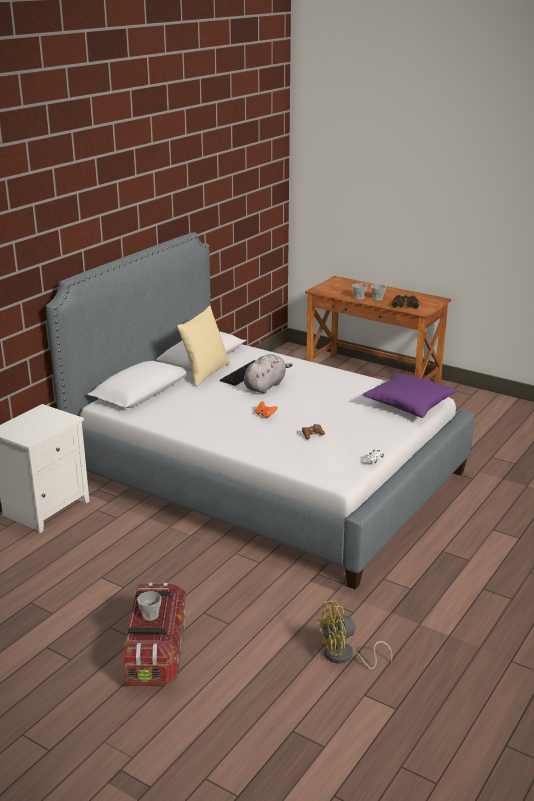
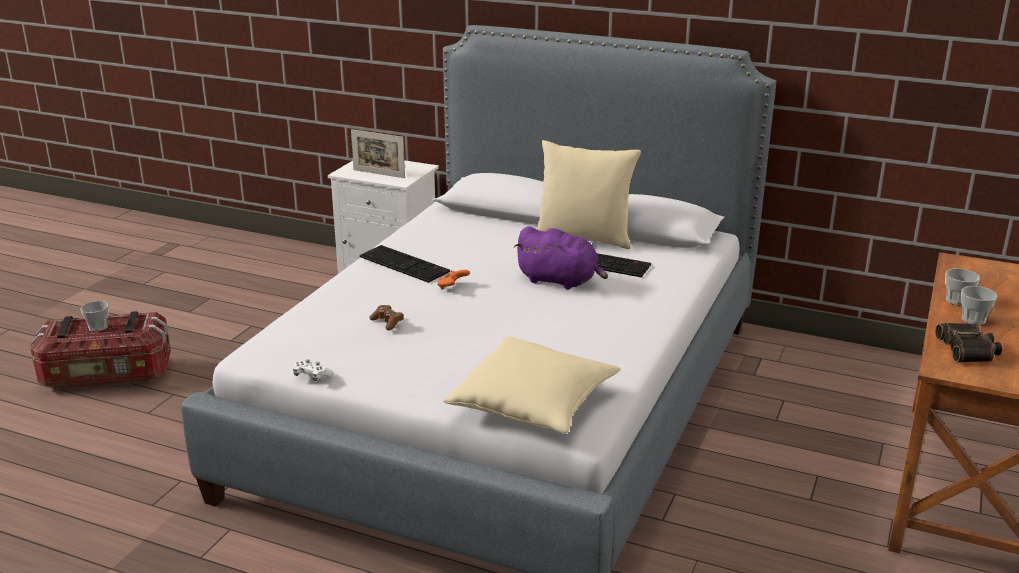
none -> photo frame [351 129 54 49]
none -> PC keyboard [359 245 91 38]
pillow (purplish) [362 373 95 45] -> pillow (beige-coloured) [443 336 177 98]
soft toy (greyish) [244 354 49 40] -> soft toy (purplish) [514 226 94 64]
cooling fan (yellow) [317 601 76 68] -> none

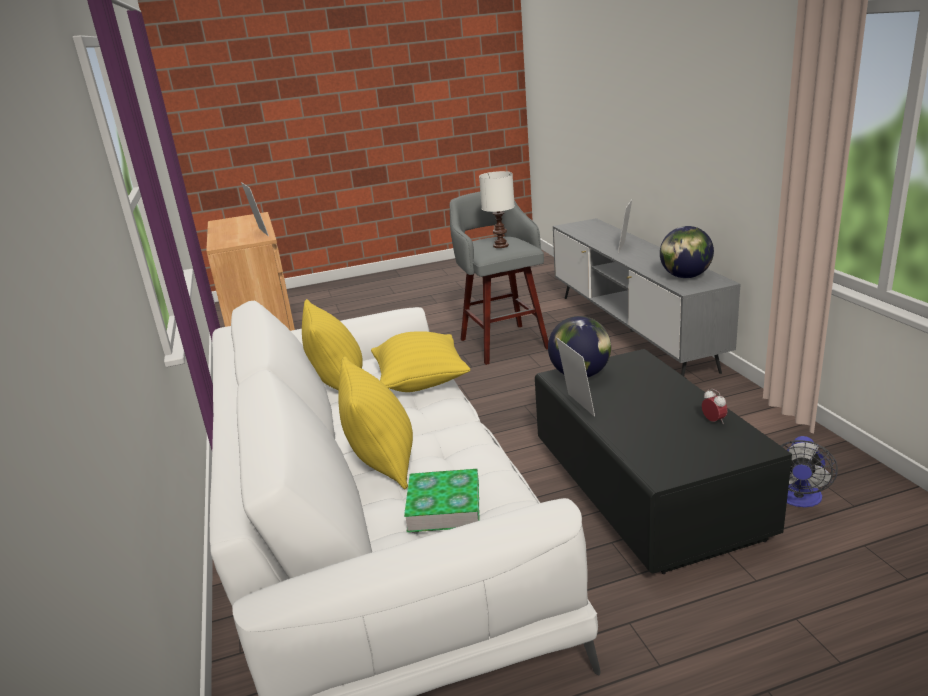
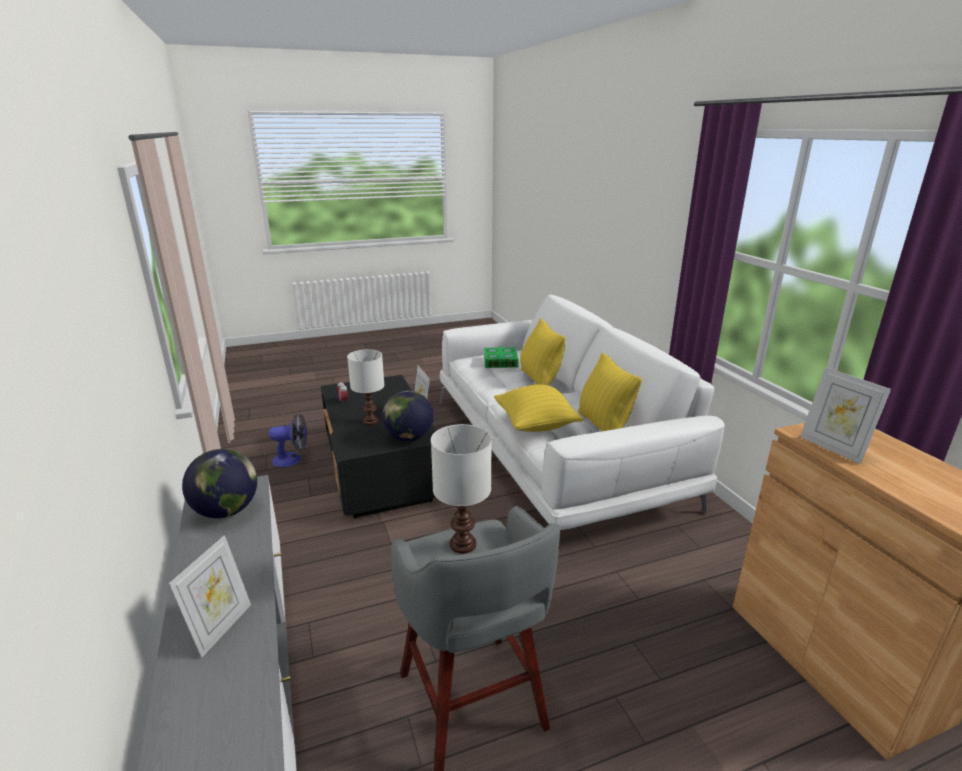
cooling fan [780 436 58 71] -> cooling fan [269 413 38 54], 60 degrees clockwise
none -> table lamp (white-coloured) [347 349 37 77]

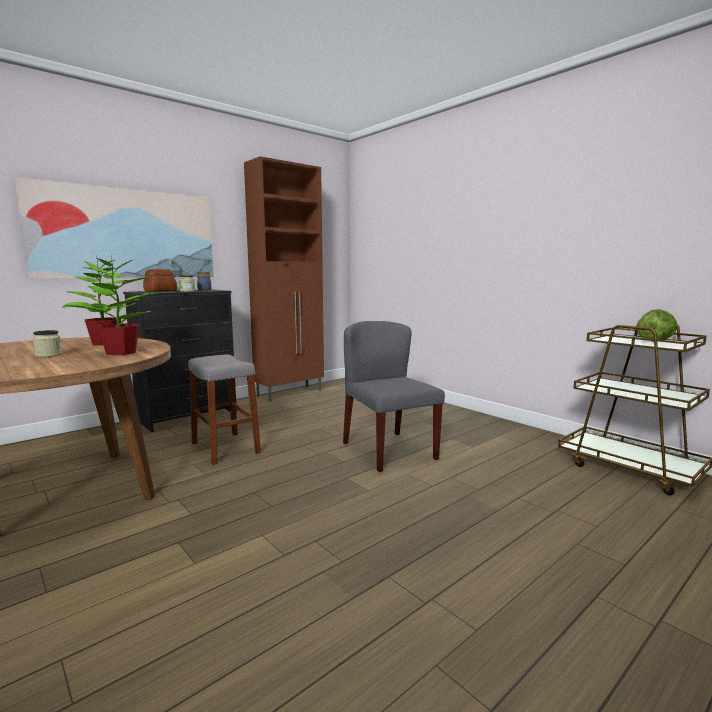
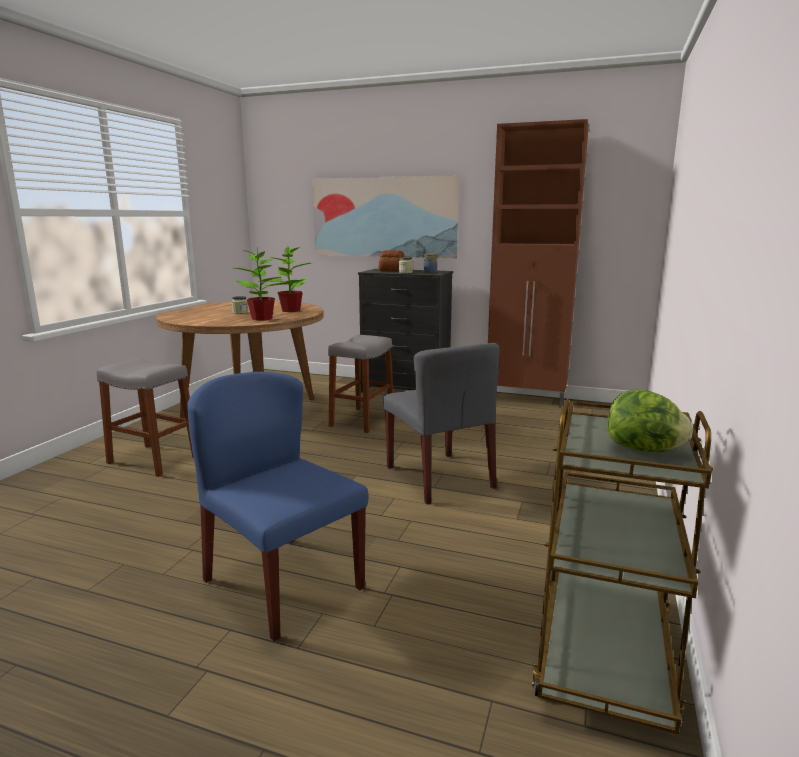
none -> stool seat (greyish) [97 359 97 118]
none -> plain chair (blue) [187 372 182 270]
plain chair (greyish) [343 321 102 151] -> plain chair (greyish) [383 343 116 161], 120 degrees clockwise

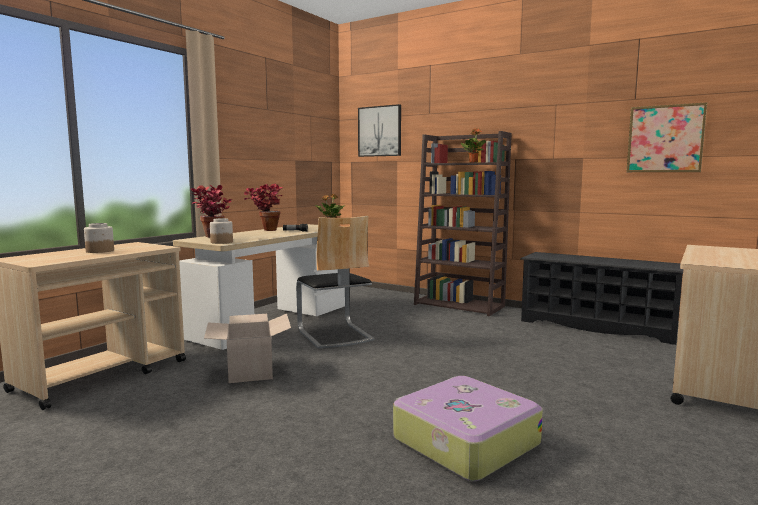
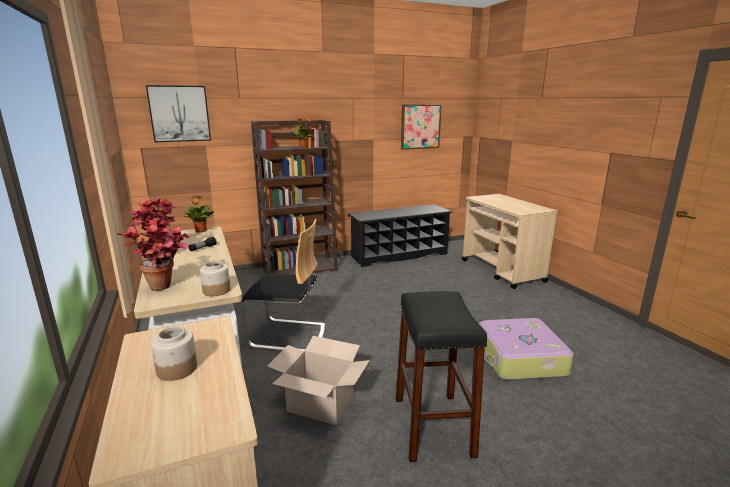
none -> stool seat (black-coloured) [396 291 91 171]

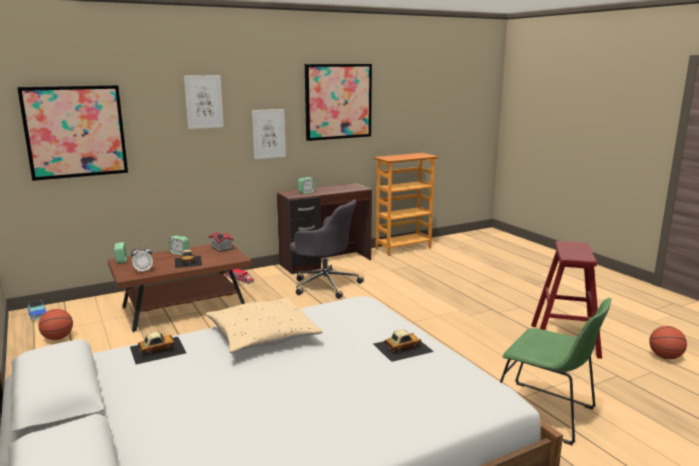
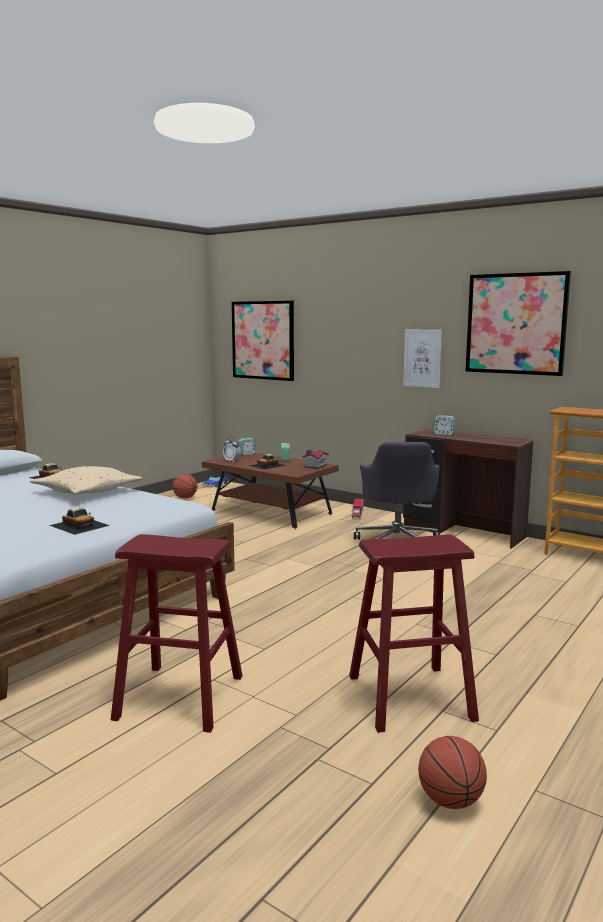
plain chair (green) [500 298 111 147] -> stool seat (red-coloured) [111 534 131 199]
wall picture [184 75 40 54] -> none

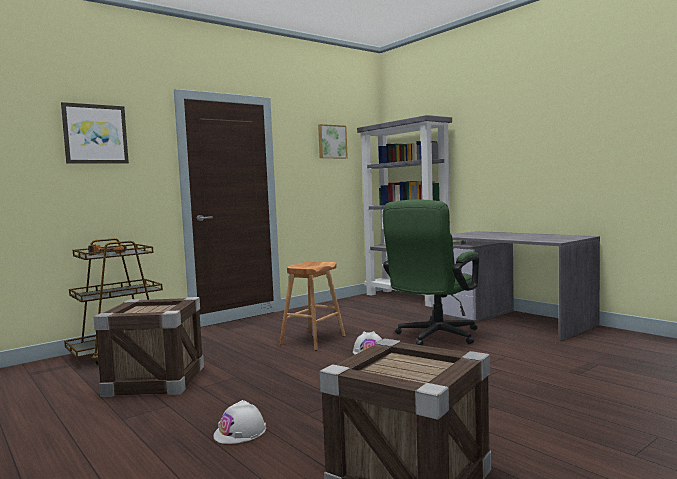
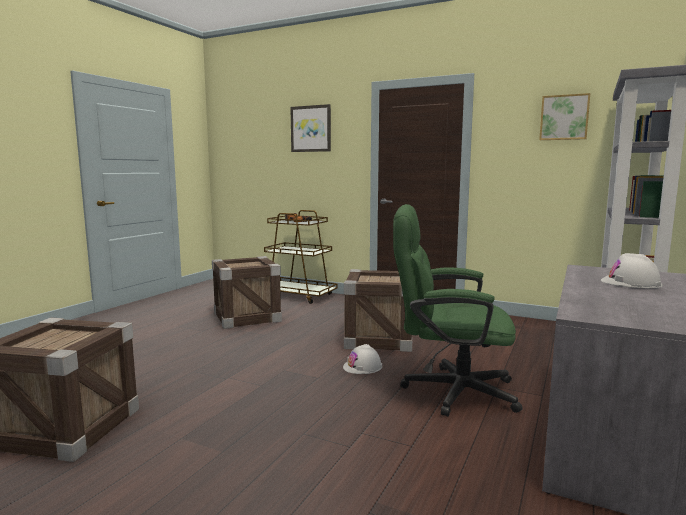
stool seat (brown) [279 261 66 89] -> crate [344 269 68 83]
safety helmet (white-coloured) [214 400 52 44] -> safety helmet (white-coloured) [601 253 62 35], shifted

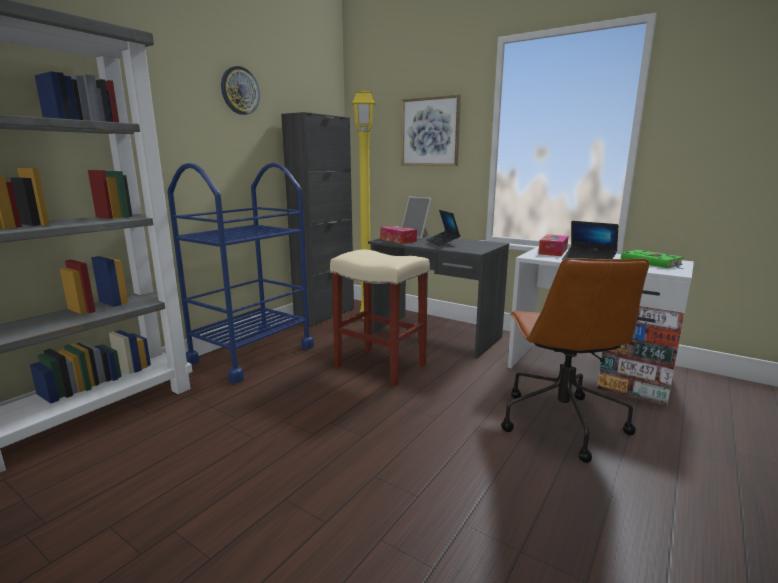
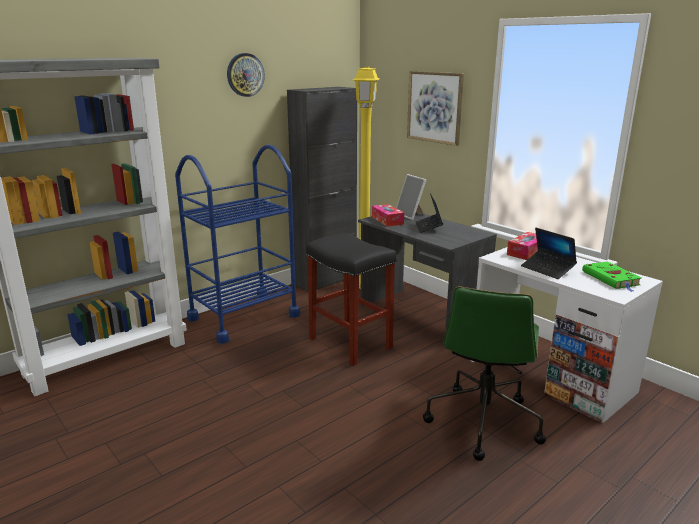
stool seat (beige-coloured) [330 250 100 137] -> stool seat (black-coloured) [306 233 91 133]
desk chair (brown) [501 258 148 205] -> desk chair (green) [423 286 123 175]

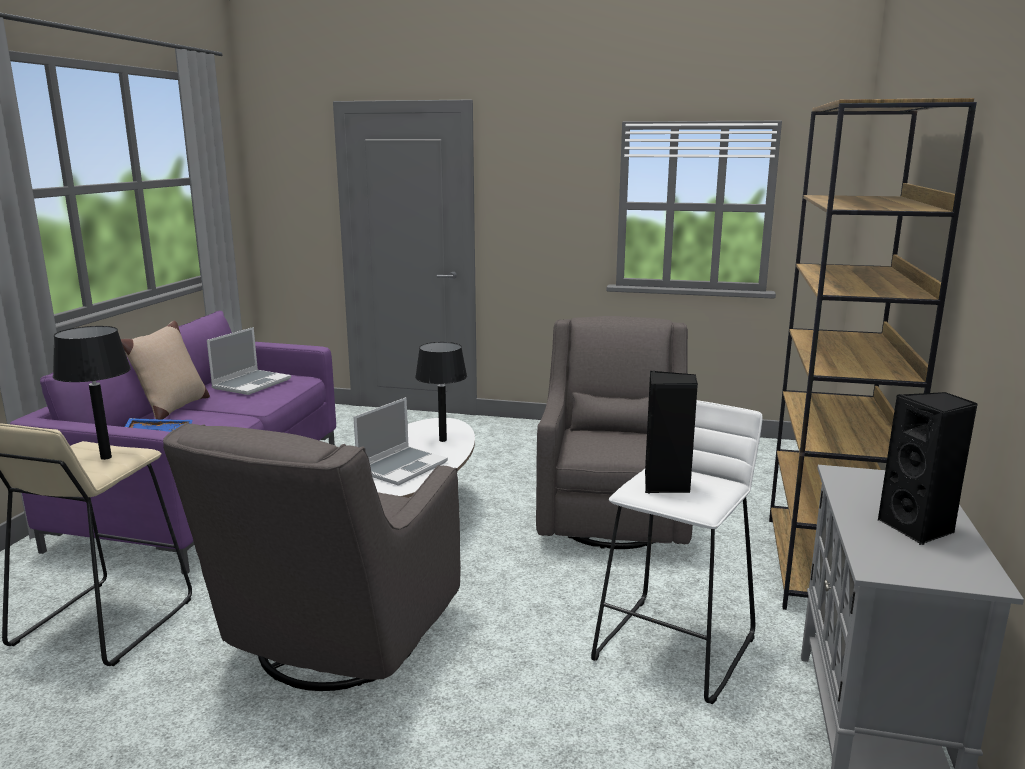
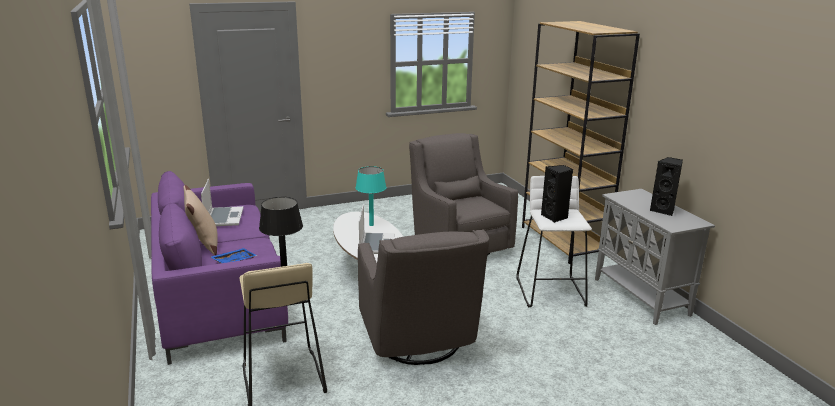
table lamp (black-coloured) [415 342 52 100] -> table lamp (turquoise) [355 166 32 60]

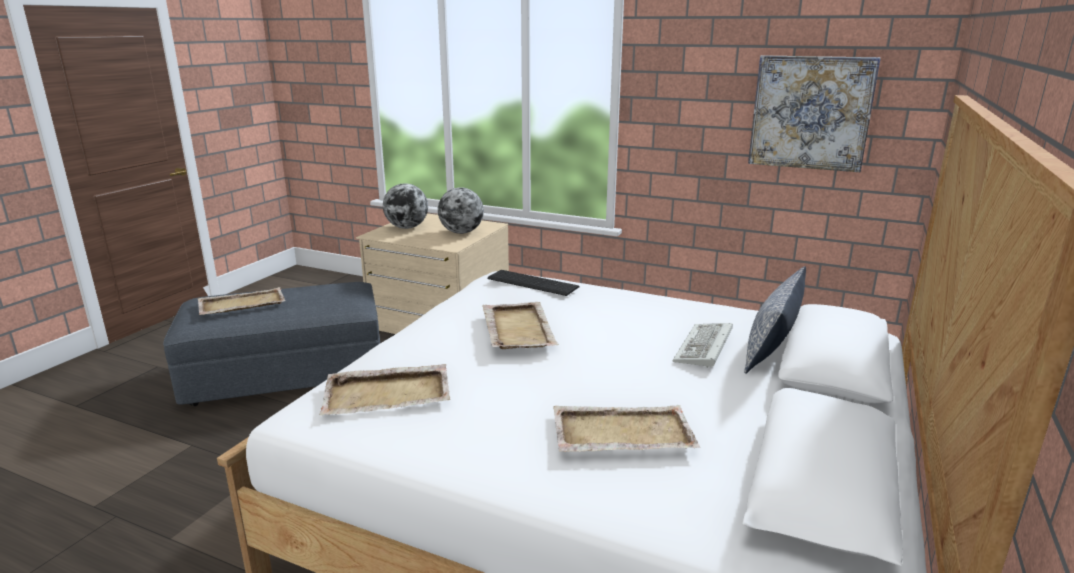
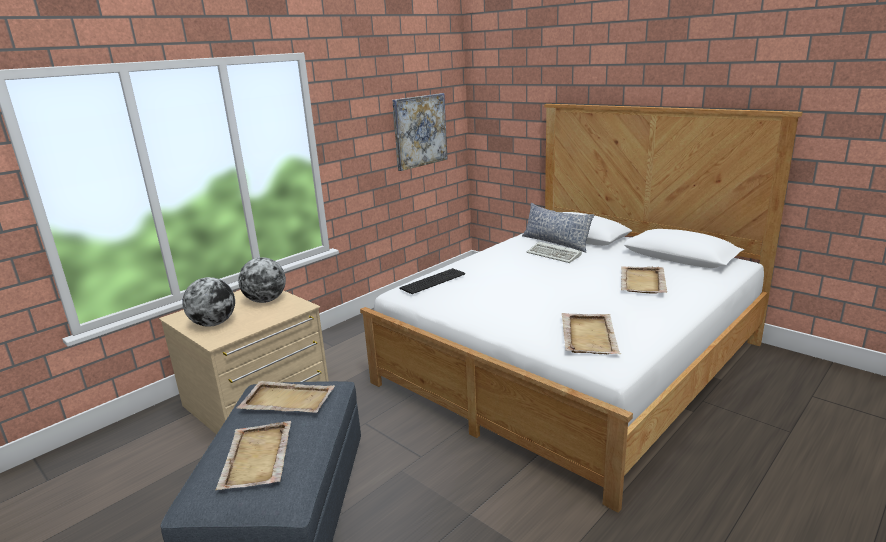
carrying tray (beige-coloured) [482 302 77 47] -> carrying tray (beige-coloured) [237 381 98 32], shifted

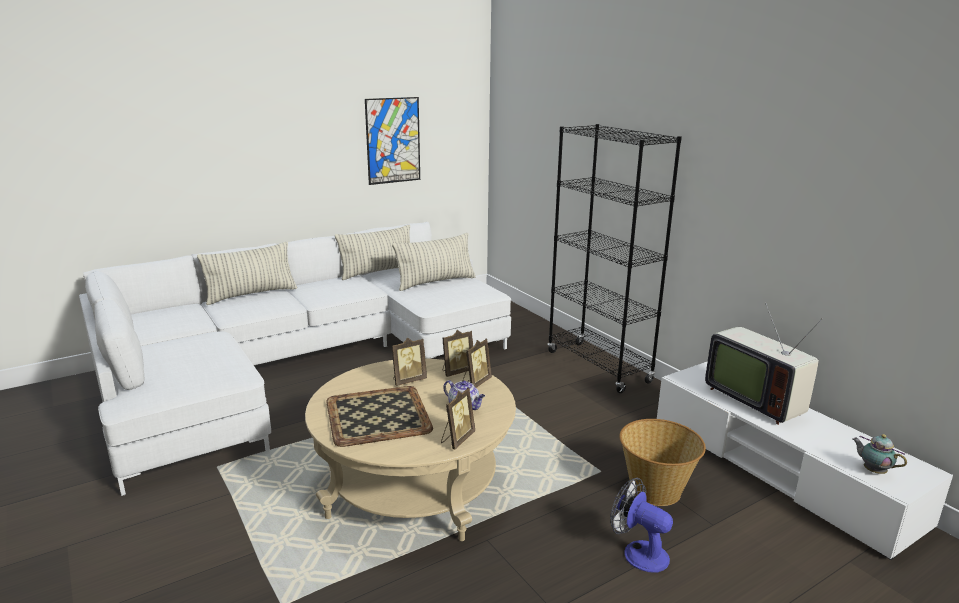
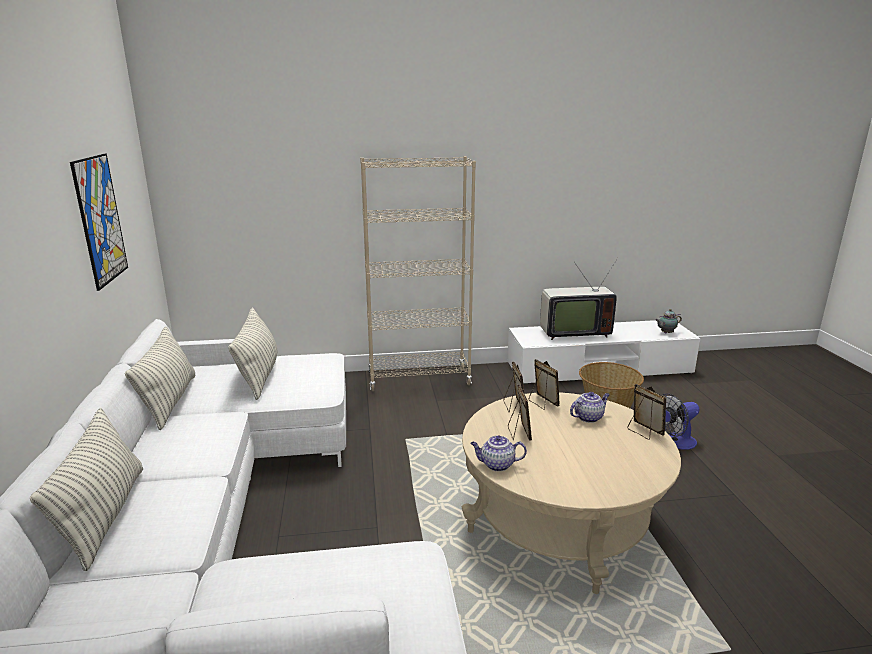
bookshelf (black-coloured) [548 124 134 269] -> bookshelf (beige-coloured) [360 156 116 235]
none -> tea pot [470 435 57 36]
carrying tray [326 386 107 61] -> none

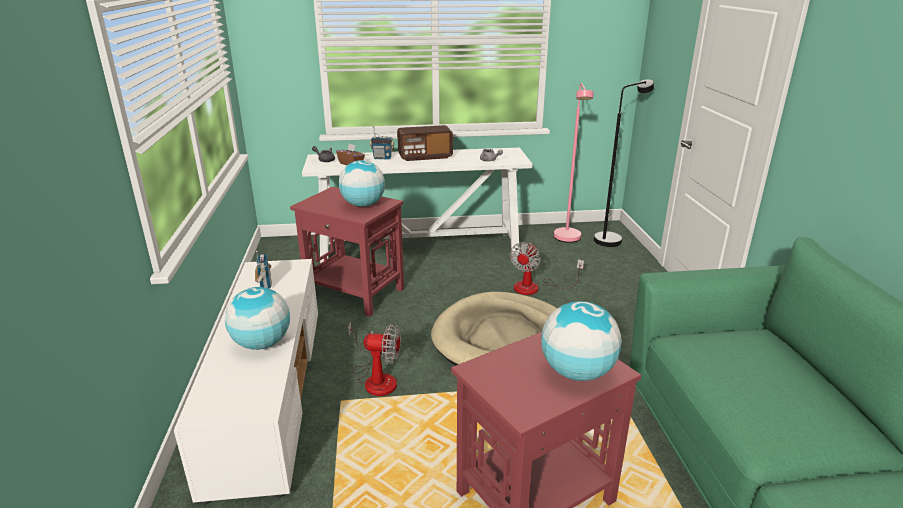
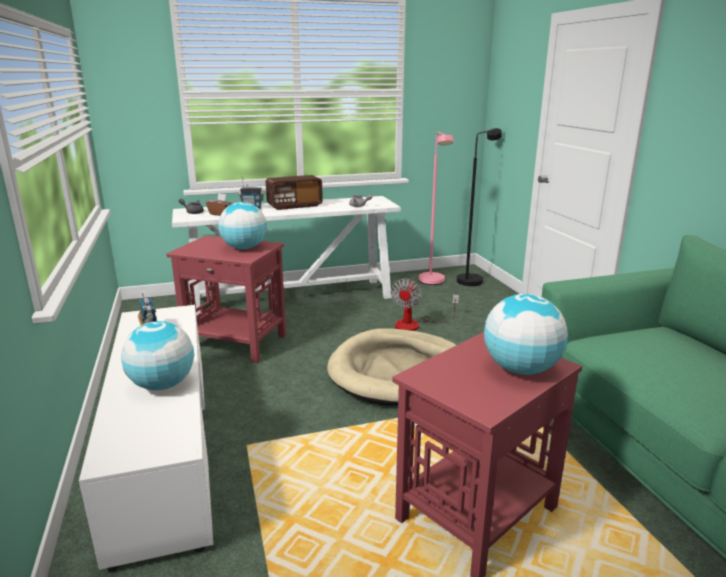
cooling fan [348 322 53 74] -> none

